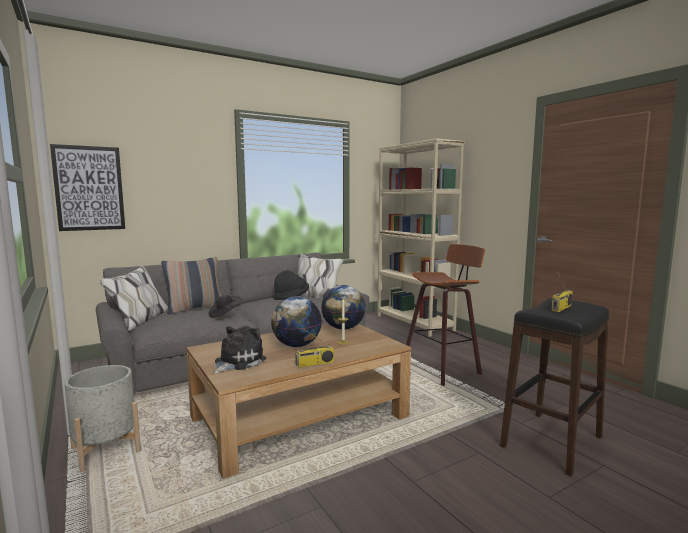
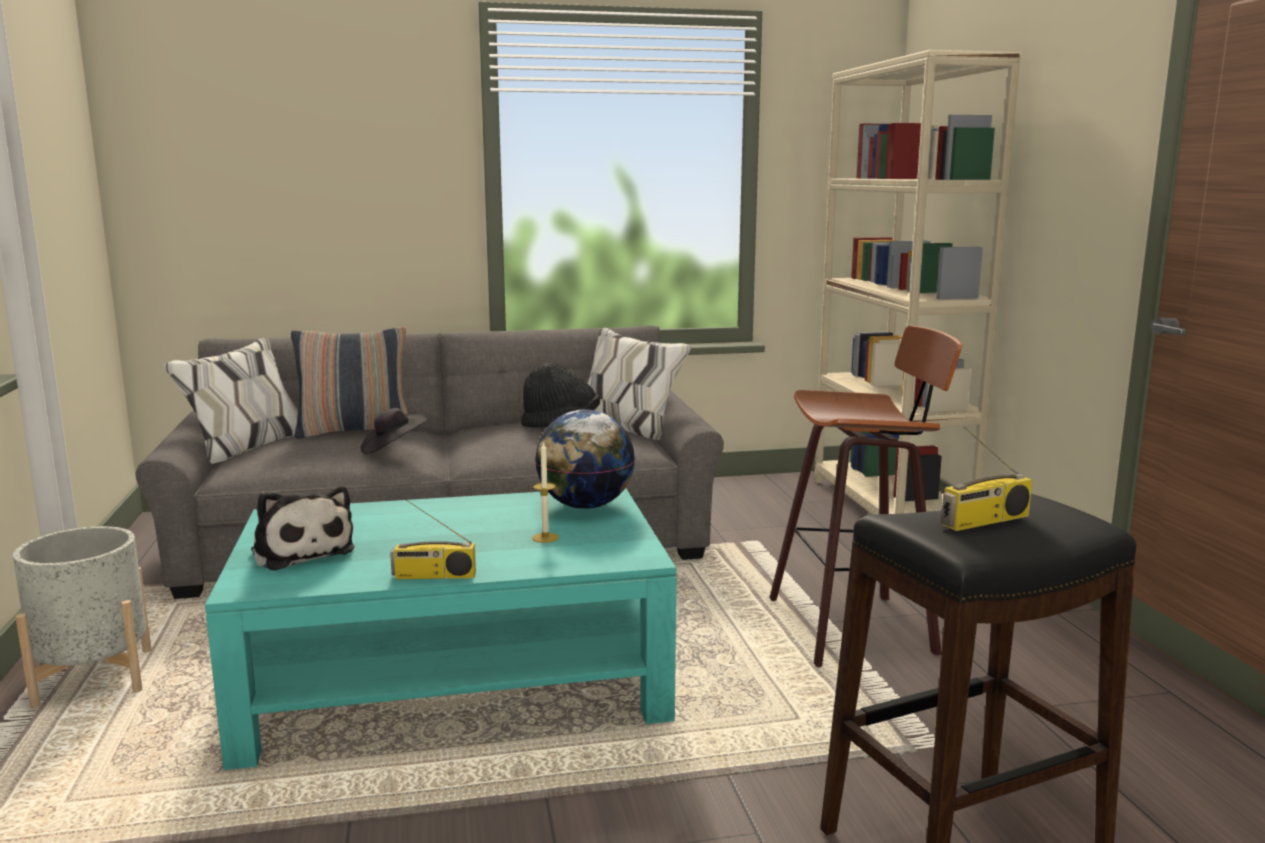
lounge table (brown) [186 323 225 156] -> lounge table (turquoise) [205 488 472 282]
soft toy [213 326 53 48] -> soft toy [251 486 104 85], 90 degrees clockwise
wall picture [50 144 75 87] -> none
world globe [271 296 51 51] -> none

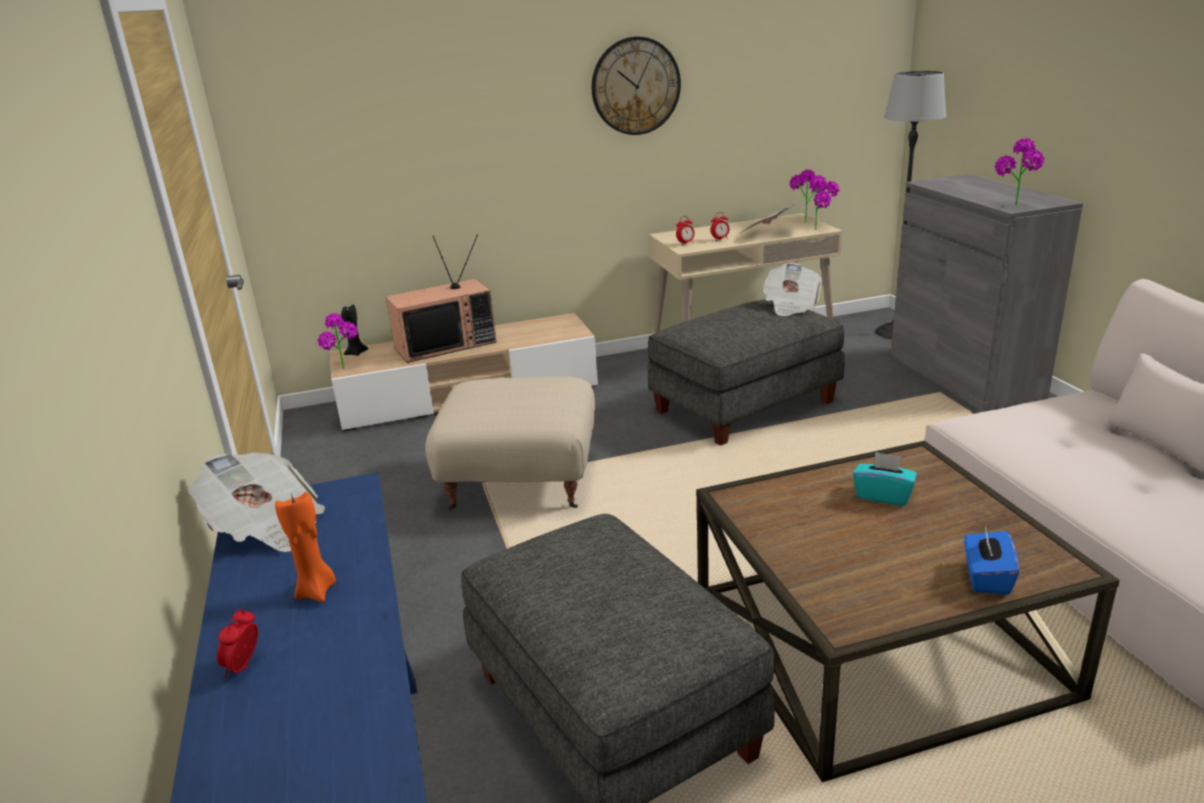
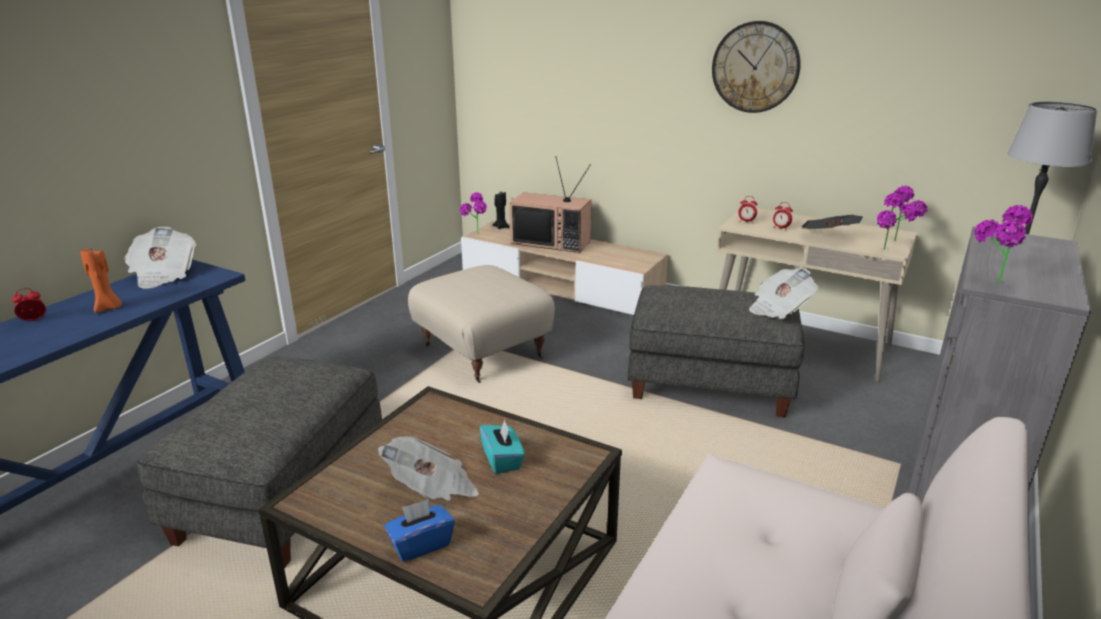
none -> daily paper [378 436 101 65]

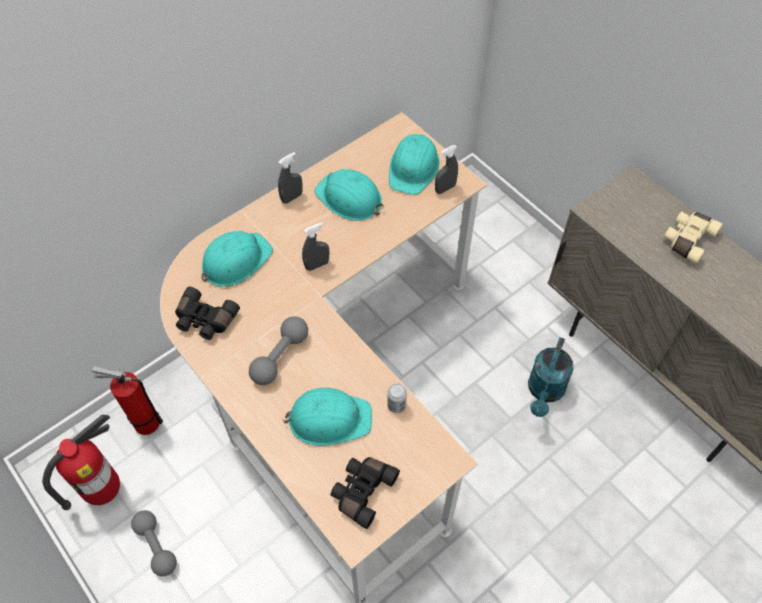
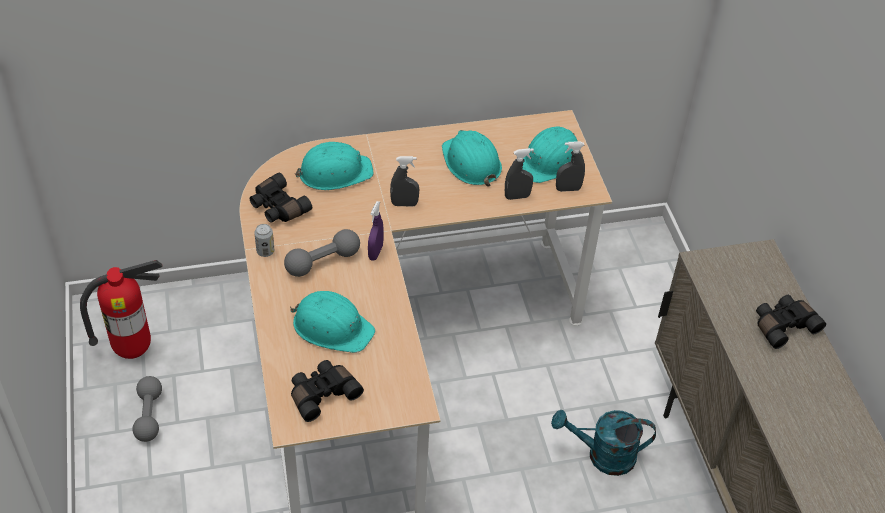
sealed can [387 384 20 29] -> sealed can [254 224 20 33], shifted
none -> spray bottle (purplish) [368 201 15 60]
spray bottle (greyish) [278 152 24 52] -> spray bottle (greyish) [505 148 29 52], shifted
watering pot (turquoise) [528 337 46 80] -> watering pot (turquoise) [551 410 105 66], 45 degrees clockwise
binoculars (beige-coloured) [664 211 59 53] -> binoculars (black-coloured) [756 295 70 54]
extinguisher [92 366 71 69] -> none

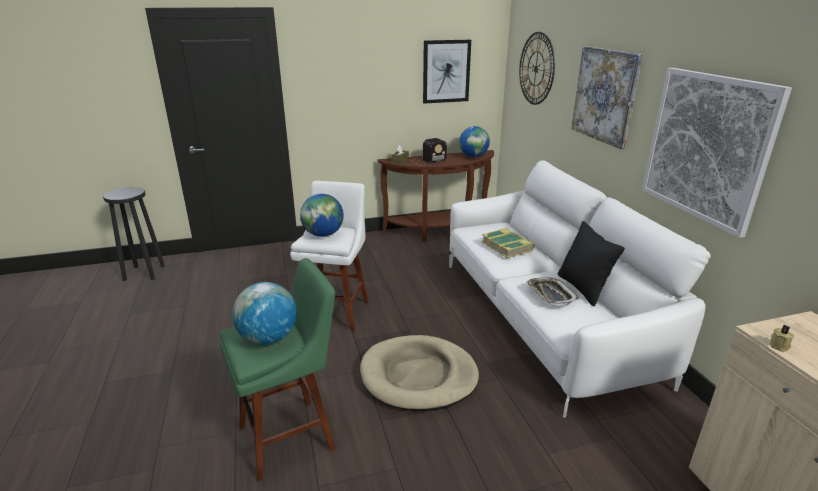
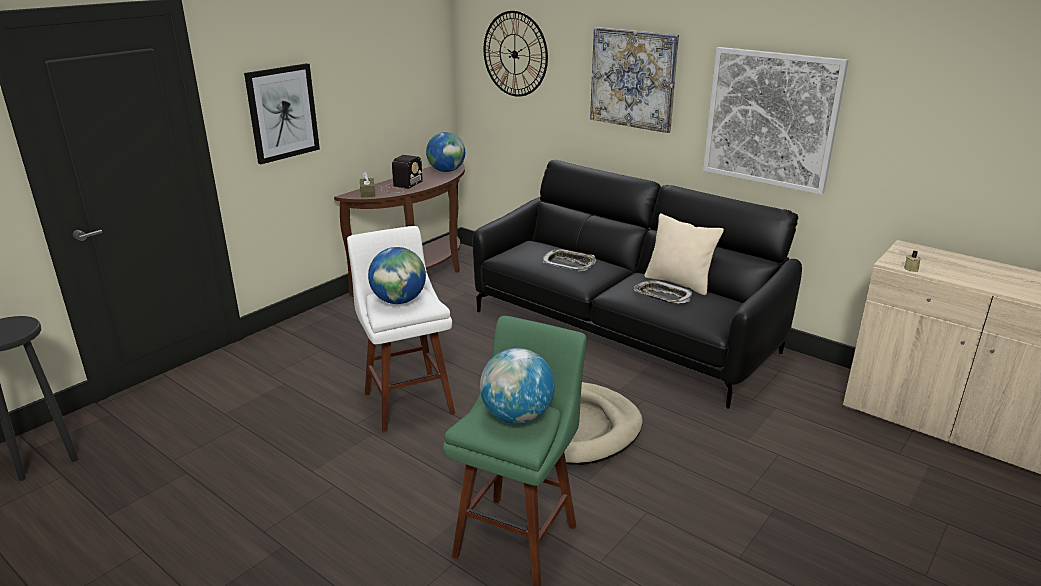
wall picture [423 40 48 64] -> wall picture [244 63 76 101], shifted
couch (white-coloured) [449 160 262 258] -> couch (black-coloured) [473 160 329 249]
bound book [481 228 54 30] -> carrying tray [543 249 53 22]
pillow (black-coloured) [558 221 67 85] -> pillow (beige-coloured) [644 213 80 82]

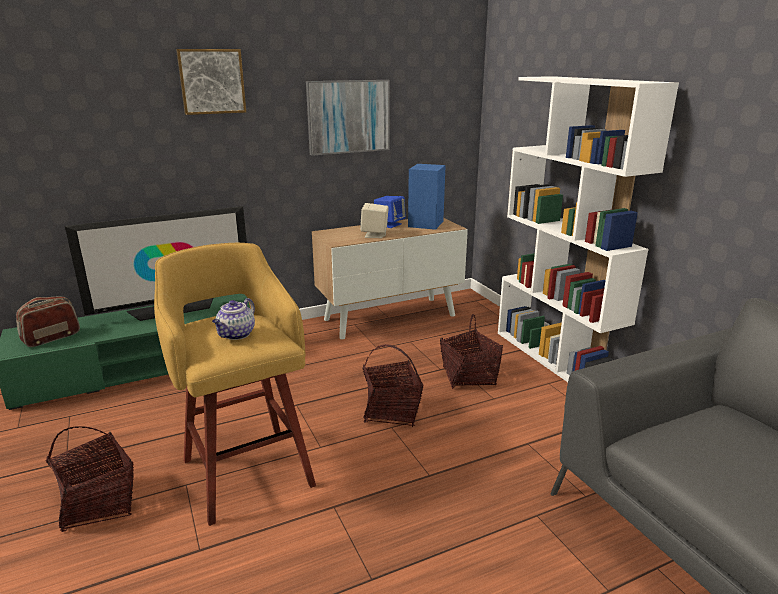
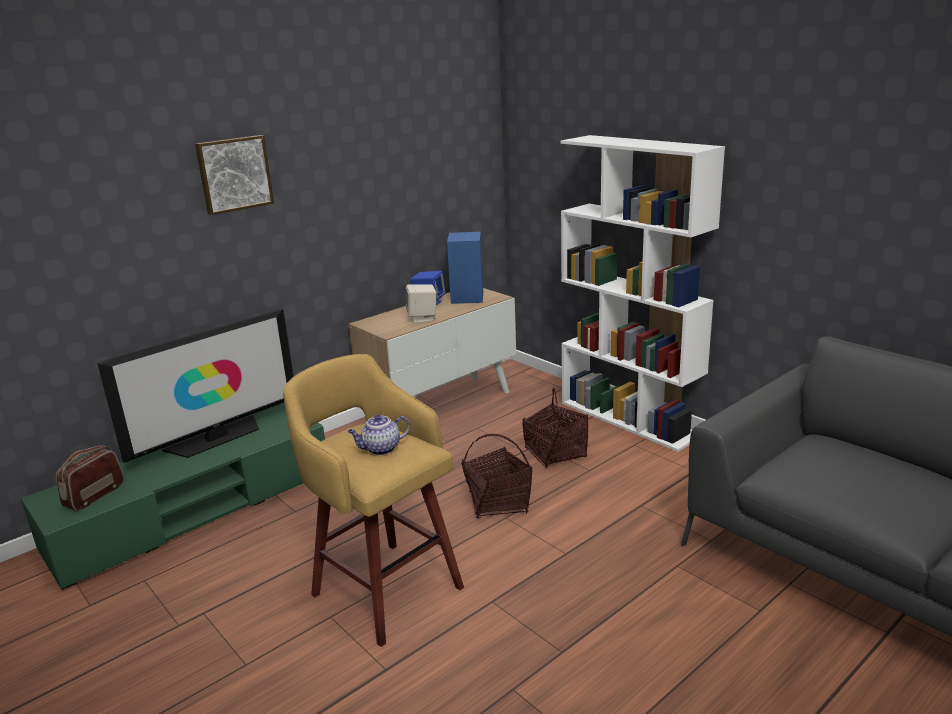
tea pot [212 298 43 42] -> tea pot [348 415 62 40], 60 degrees clockwise
household basket [46 426 88 106] -> none
wall picture [306 80 83 76] -> none

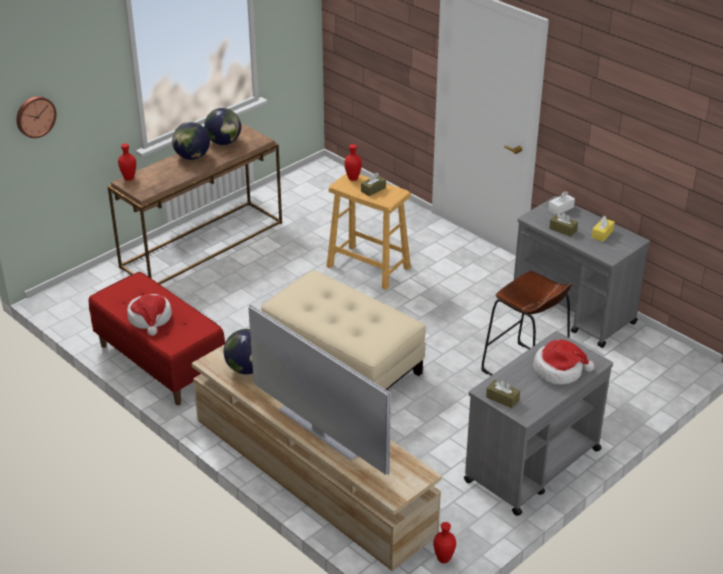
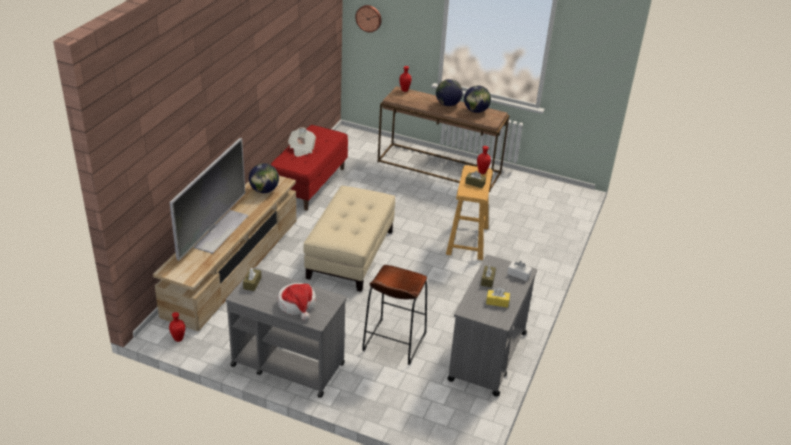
clothing hat [127 294 45 42] -> daily paper [288 127 28 30]

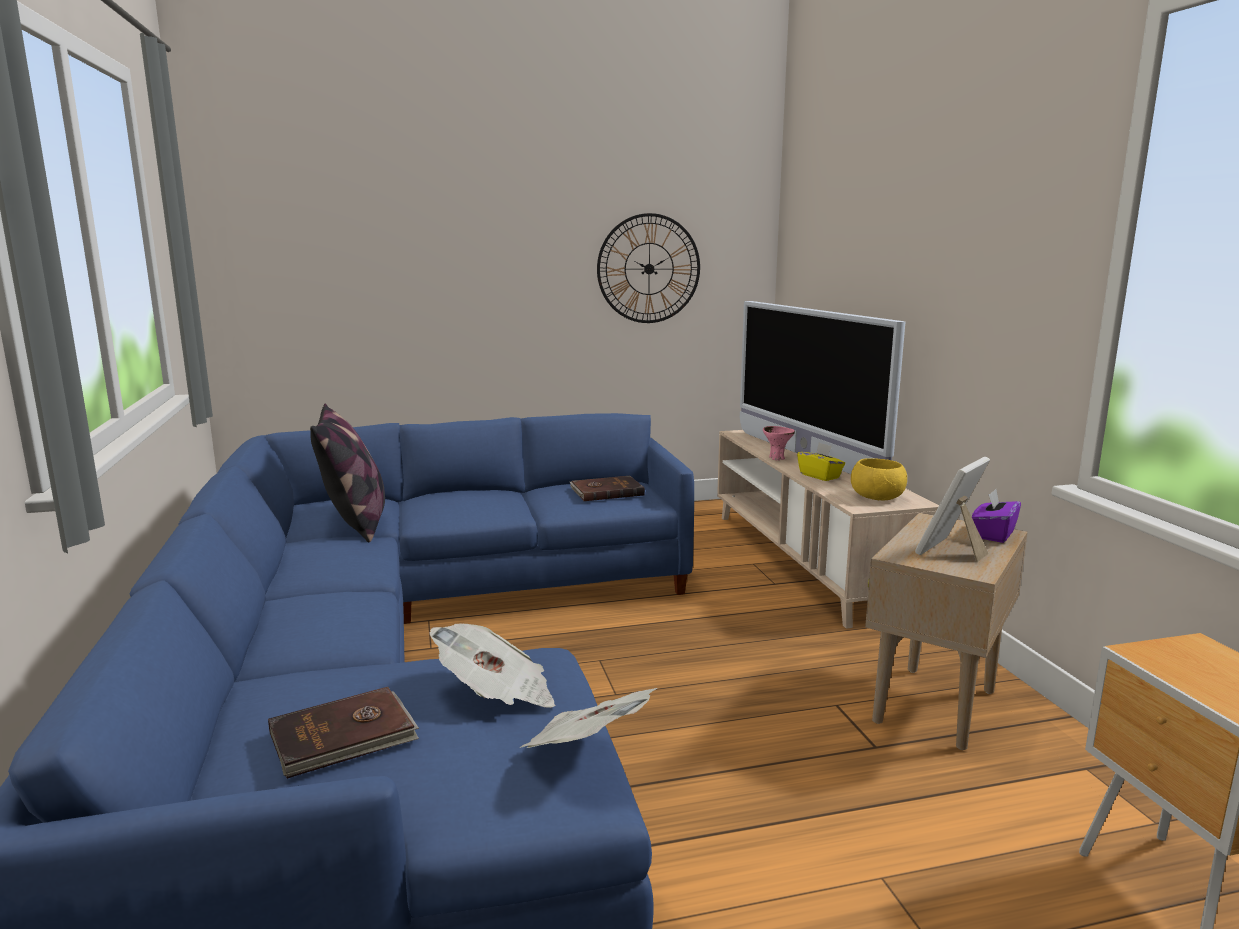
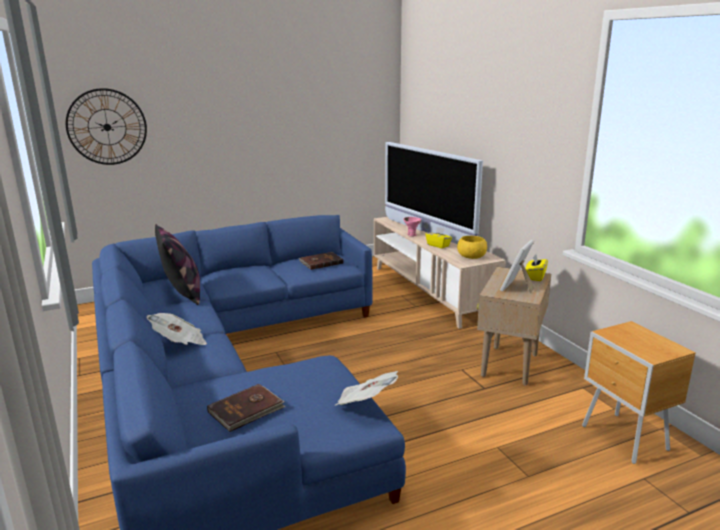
wall clock [597 213 103 110] -> wall clock [66 88 81 77], shifted
daily paper [430 624 126 84] -> daily paper [146 313 60 32], shifted
tissue holder (purplish) [972 489 49 54] -> tissue holder (yellow) [525 254 23 27]

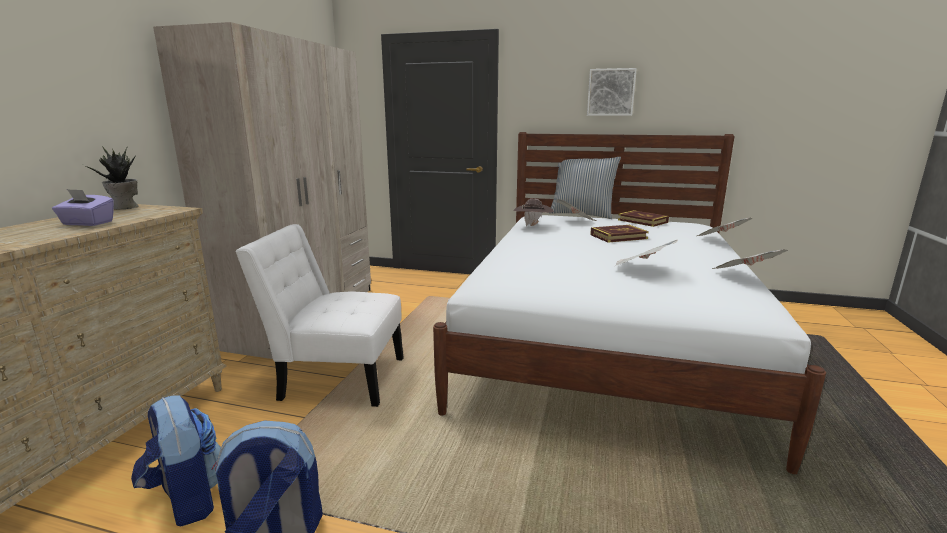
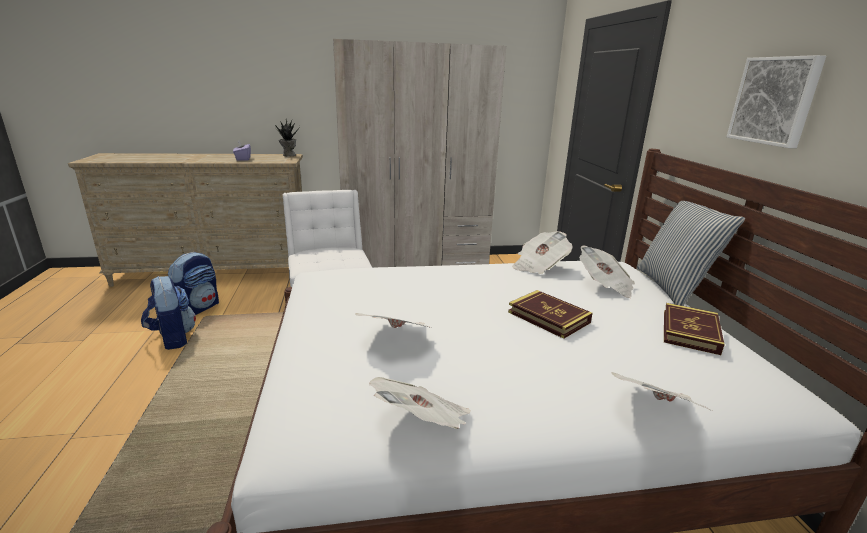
clothing hat (brown) [513 199 41 28] -> daily paper [512 231 61 43]

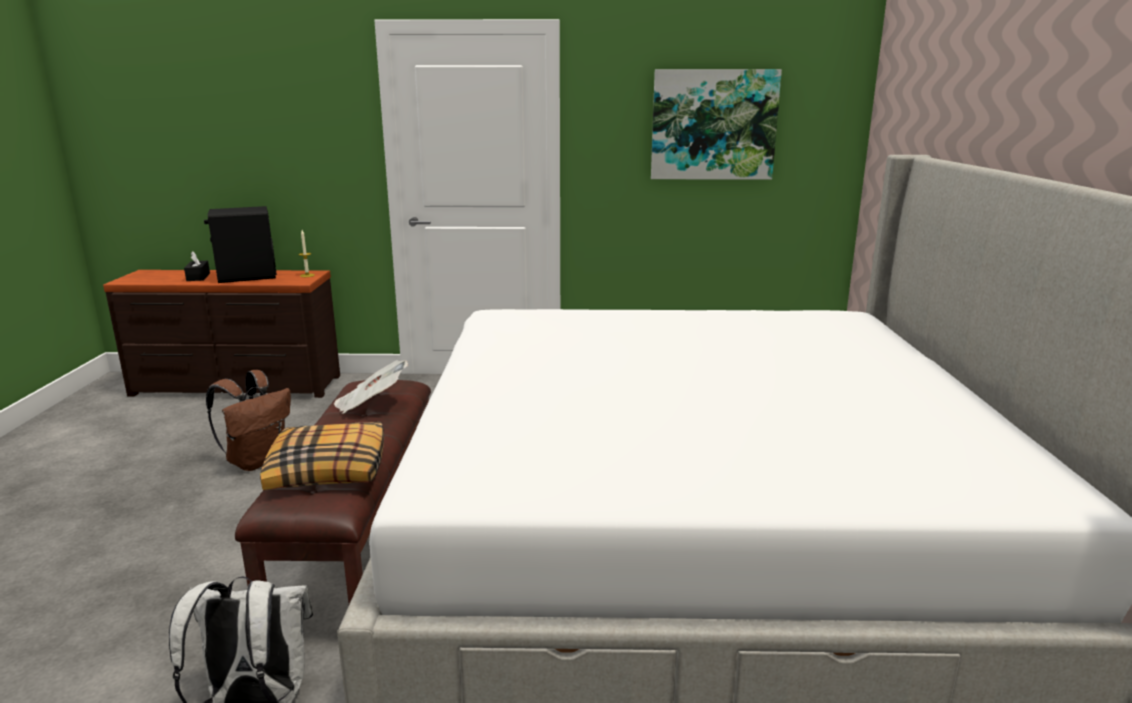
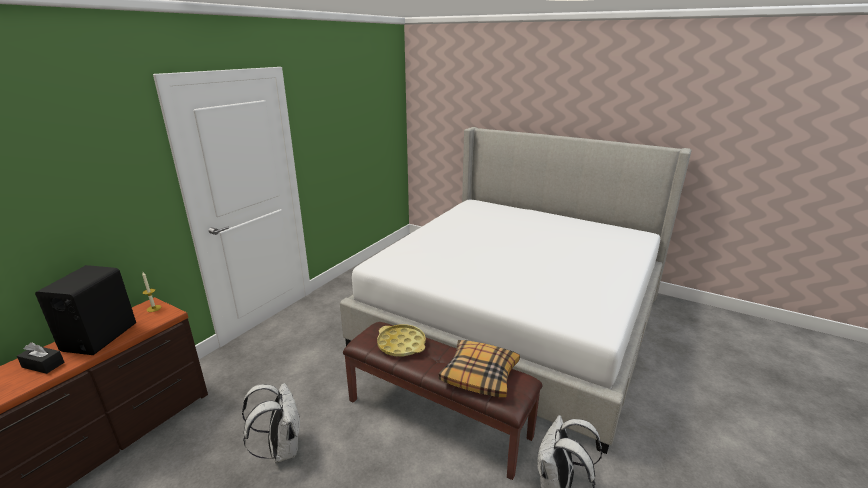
knapsack (brown) [206 370 85 101] -> knapsack (white-coloured) [242 383 58 80]
daily paper [334 360 74 54] -> carrying tray (yellow) [377 324 49 32]
wall picture [651 69 131 111] -> none

